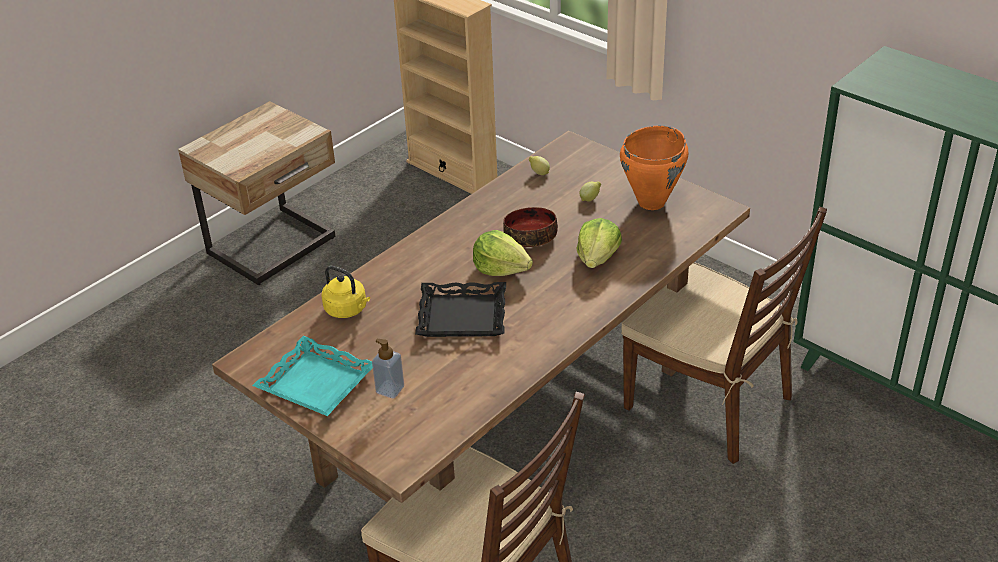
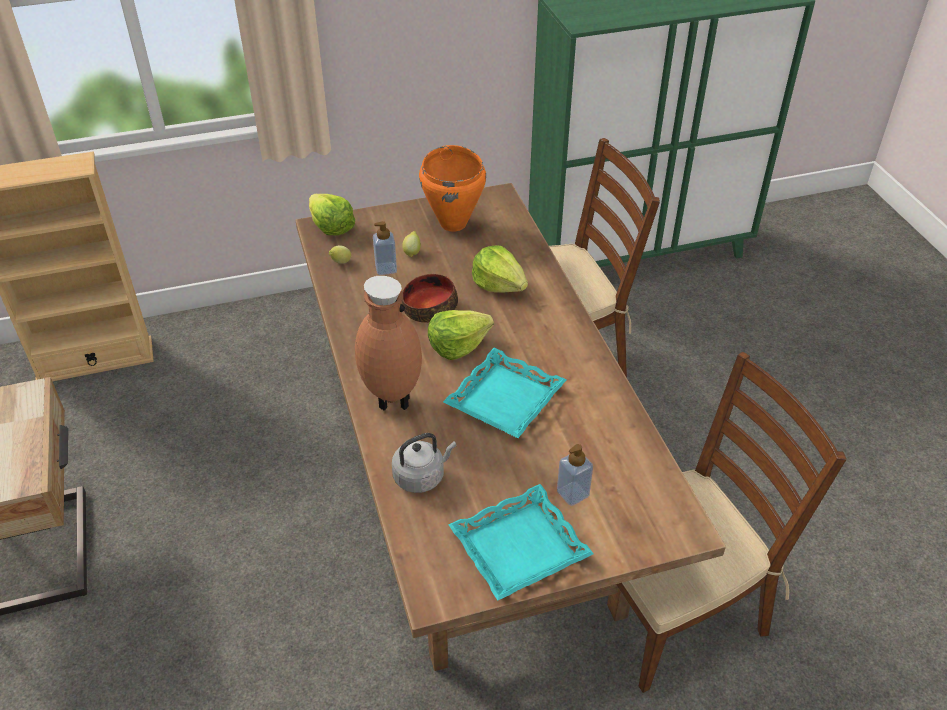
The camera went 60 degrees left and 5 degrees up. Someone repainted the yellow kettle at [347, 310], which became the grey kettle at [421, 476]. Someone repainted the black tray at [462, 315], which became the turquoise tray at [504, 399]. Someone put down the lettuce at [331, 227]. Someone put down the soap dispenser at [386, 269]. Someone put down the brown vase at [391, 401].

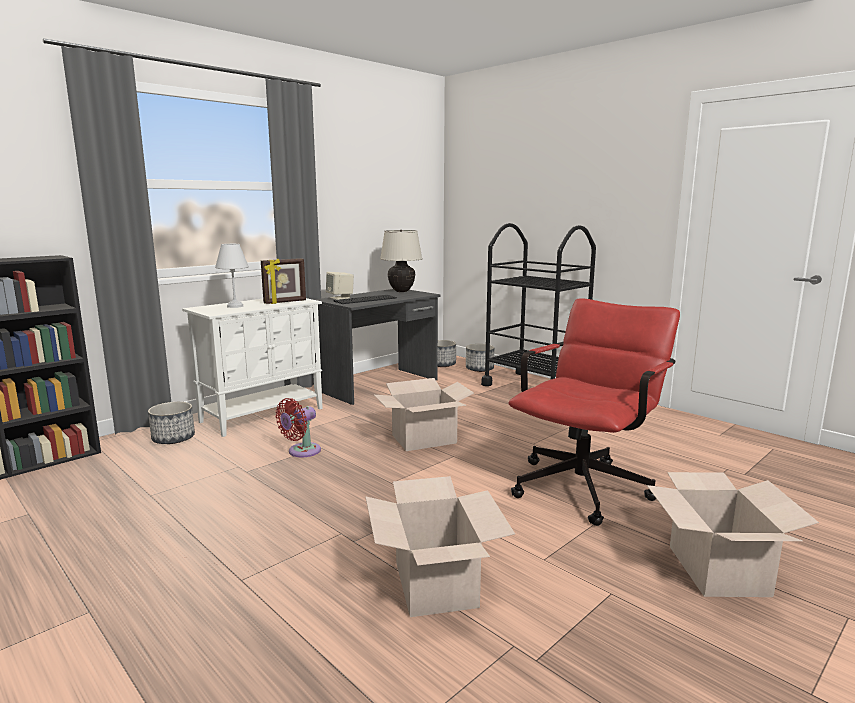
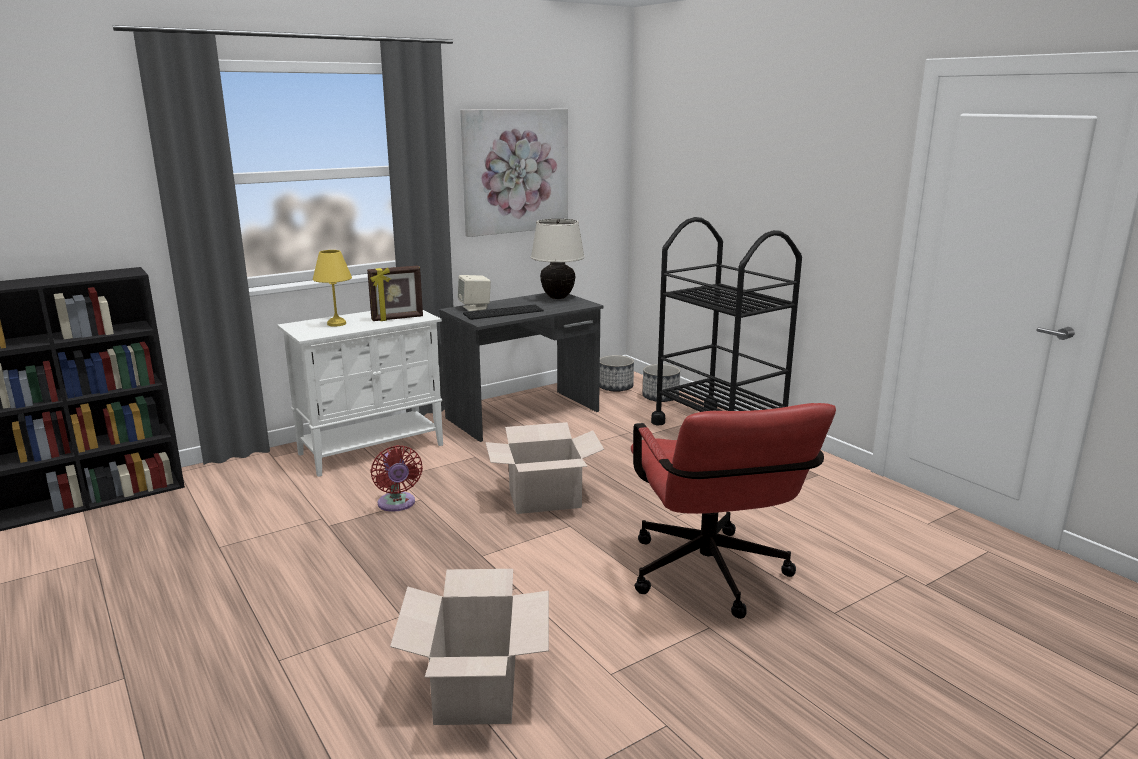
The camera went 10 degrees right and 5 degrees up. Someone repainted the white table lamp at [234, 306], which became the yellow table lamp at [336, 323]. Someone rotated the red office chair at [586, 484] by 120 degrees clockwise. Someone rotated the red fan at [301, 452] by 75 degrees counterclockwise. Someone took away the planter at [174, 439]. Someone took away the cardboard box at [719, 570]. Someone put up the picture at [515, 171].

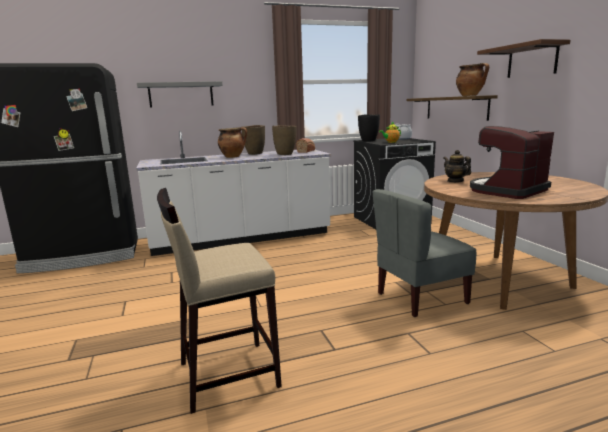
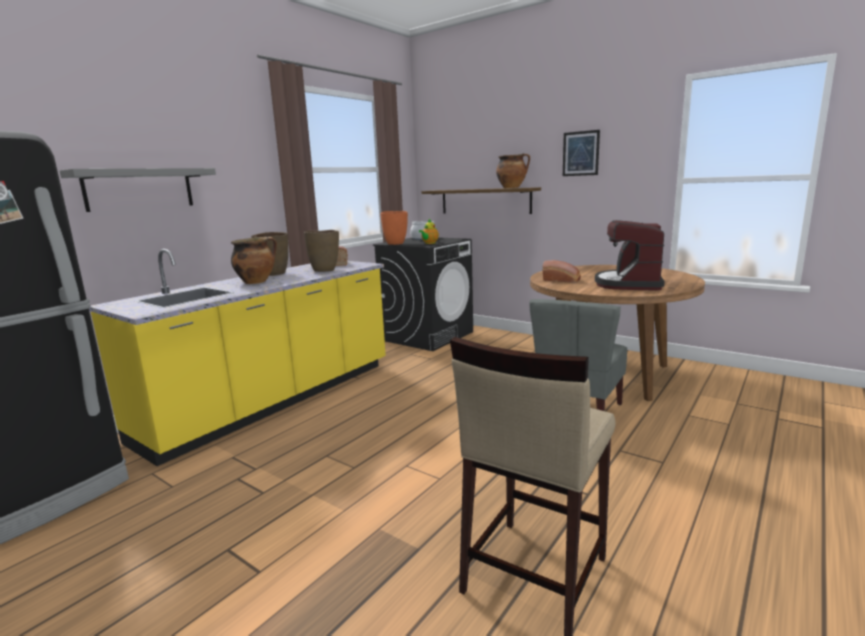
The camera went 35 degrees left and 0 degrees up. Someone swapped the brown shelf at [532, 60] for the picture at [580, 153]. Someone repainted the black vase at [368, 140], which became the orange vase at [395, 243]. Someone repainted the white counter at [241, 238], which became the yellow counter at [274, 400]. Someone swapped the teapot at [455, 181] for the bread at [562, 280].

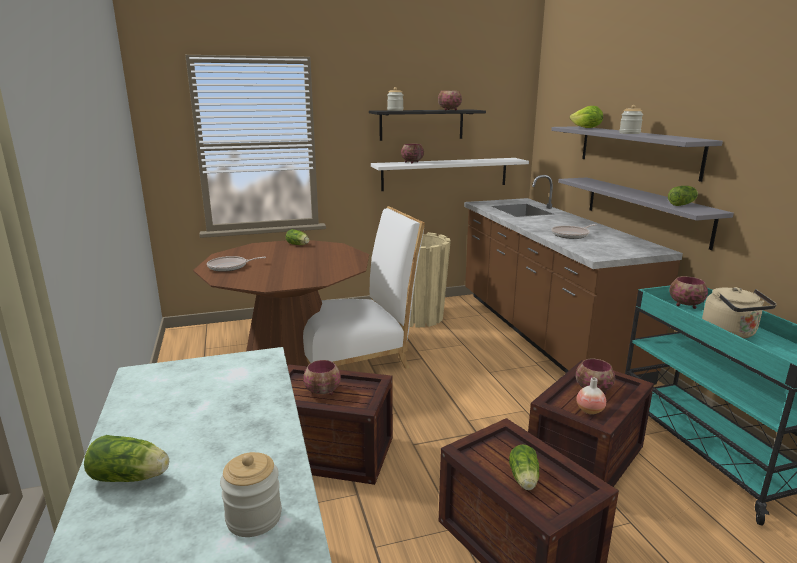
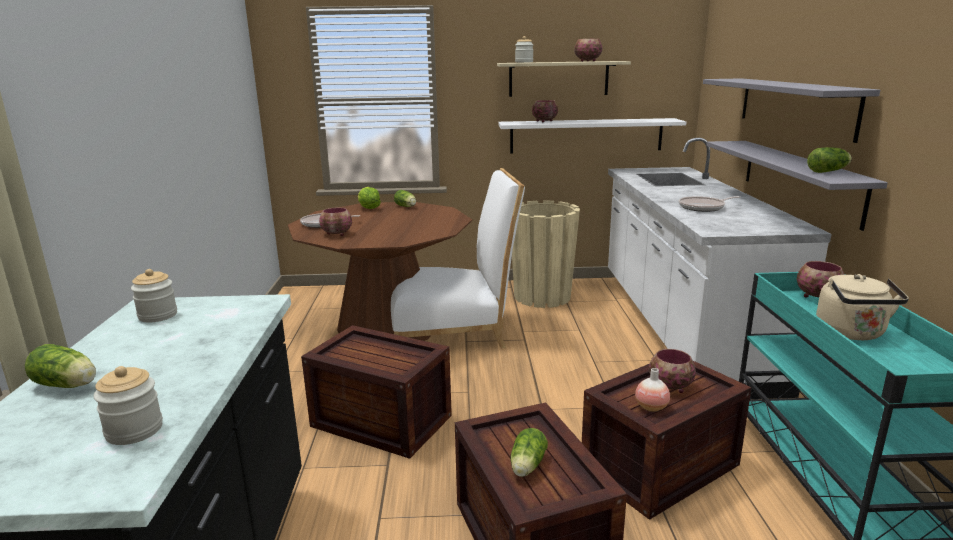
The camera went 15 degrees right and 0 degrees up. Someone carried the jar from [629, 133] to [158, 315]. Someone carried the lettuce from [586, 128] to [368, 208]. Someone repainted the black shelf at [421, 124], which became the beige shelf at [558, 79]. Someone repainted the brown counter at [542, 333], which became the white counter at [680, 326]. Someone carried the bowl from [323, 392] to [337, 234].

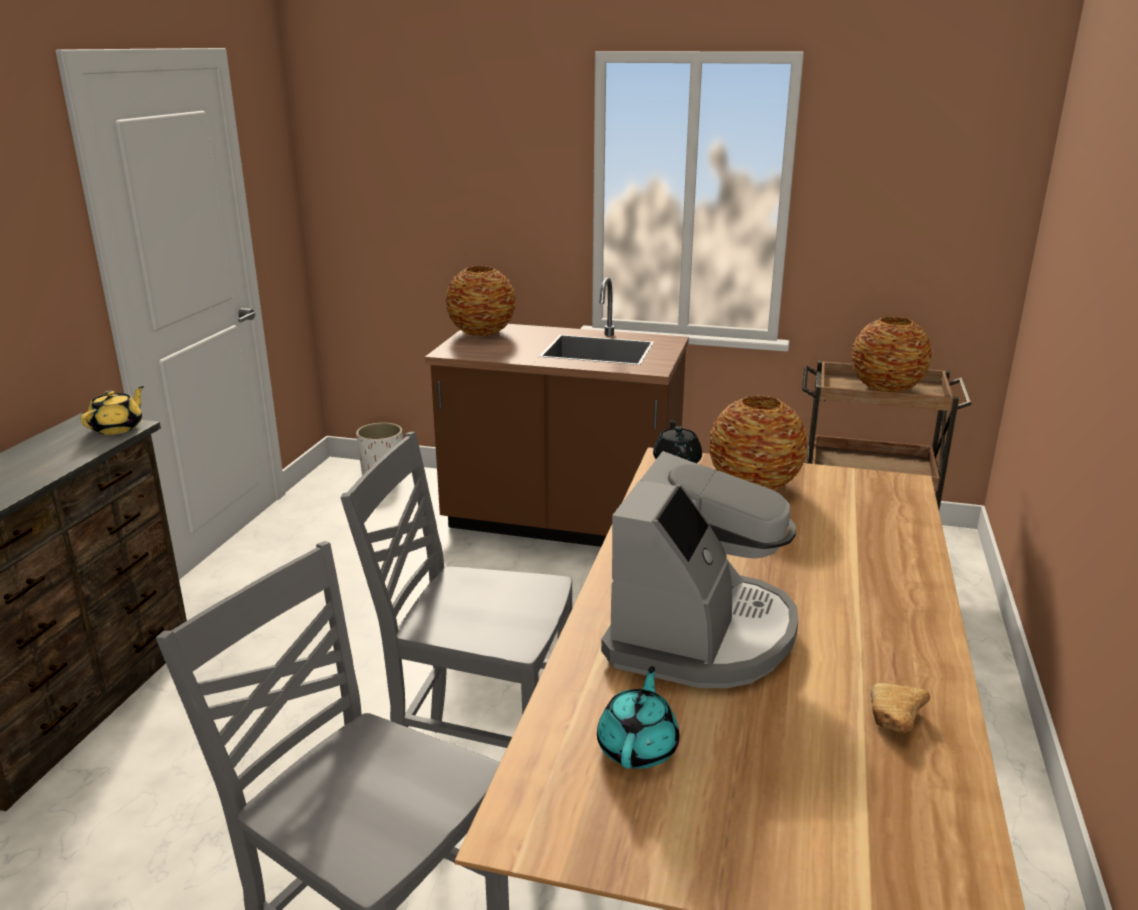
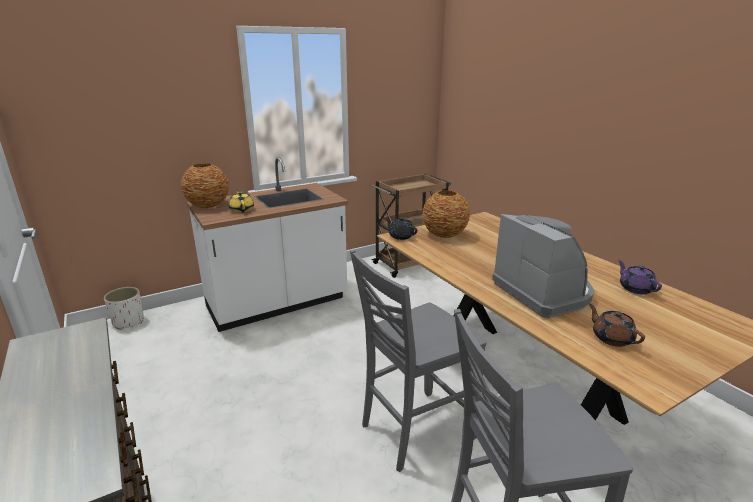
The camera went 45 degrees left and 0 degrees up. Someone repainted the brown counter at [561, 524], which became the white counter at [277, 304]. Someone took away the vase at [885, 388]. Someone carried the yellow teapot from [118, 428] to [242, 210]. Someone repainted the turquoise teapot at [638, 747], which became the brown teapot at [611, 338]. Someone swapped the bread at [894, 721] for the purple teapot at [635, 288].

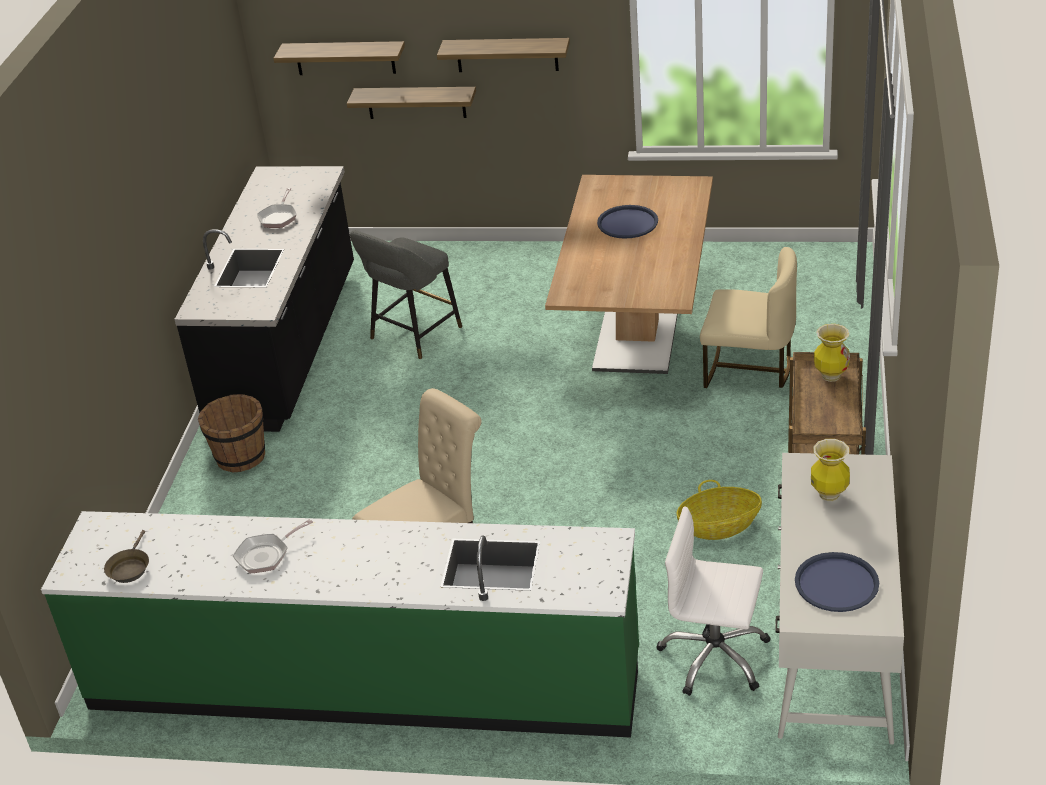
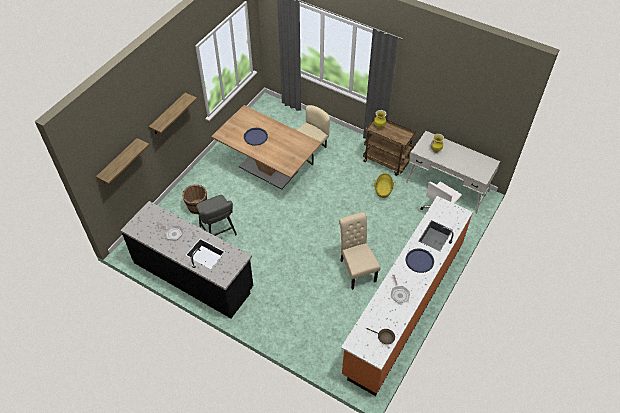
The camera went 70 degrees left and 15 degrees up. Someone took away the shelf at [416, 102]. Someone carried the brown bucket from [240, 457] to [197, 207]. Someone repainted the green counter at [363, 682], which became the orange counter at [404, 306]. Someone carried the blue tray from [836, 583] to [419, 261].

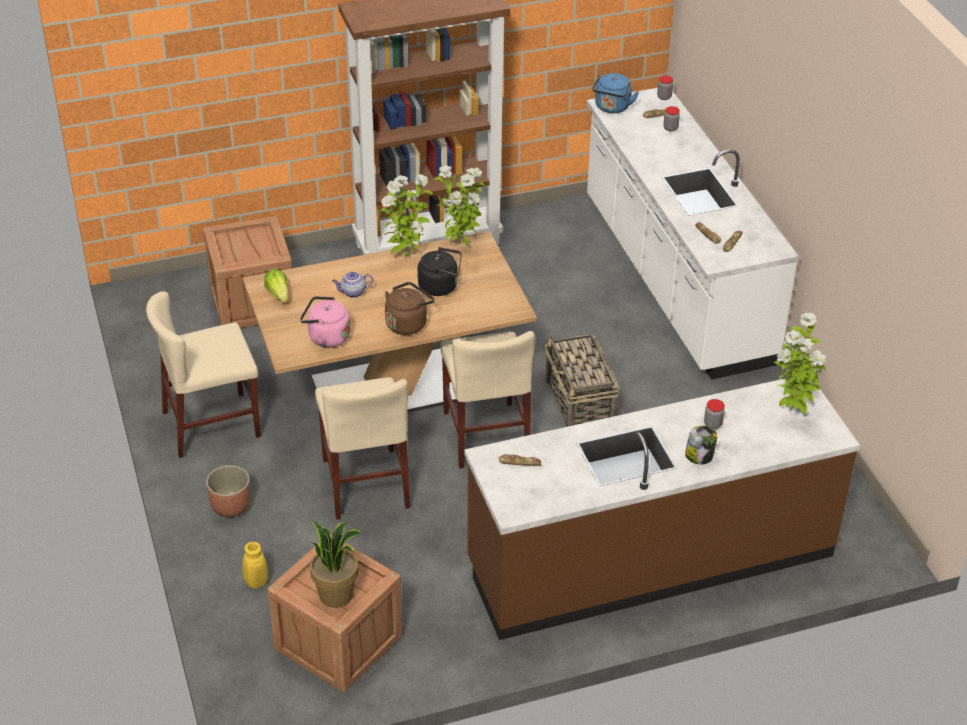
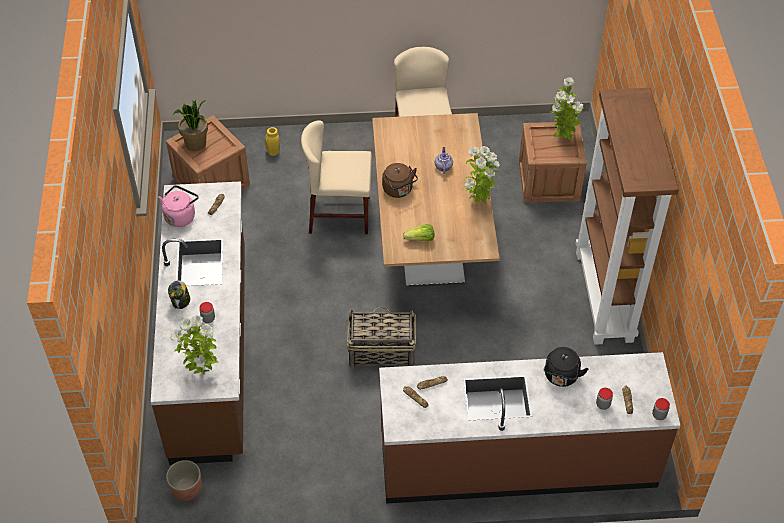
The camera went 105 degrees right and 10 degrees up. Someone took away the blue kettle at [612, 108]. Someone repainted the white counter at [674, 280], which became the brown counter at [517, 460]. Someone carried the potted plant from [461, 244] to [562, 138]. Someone carried the black kettle from [441, 286] to [561, 377]. Someone carried the lettuce from [278, 294] to [420, 239]. Someone carried the pink kettle from [326, 337] to [181, 216]. Someone took away the beige chair at [486, 434]. Someone carried the planter from [231, 506] to [187, 489].

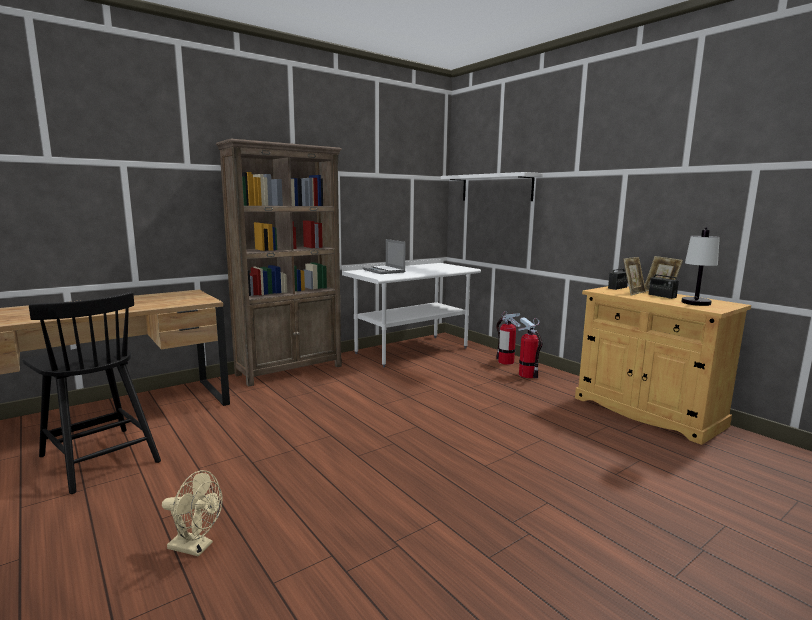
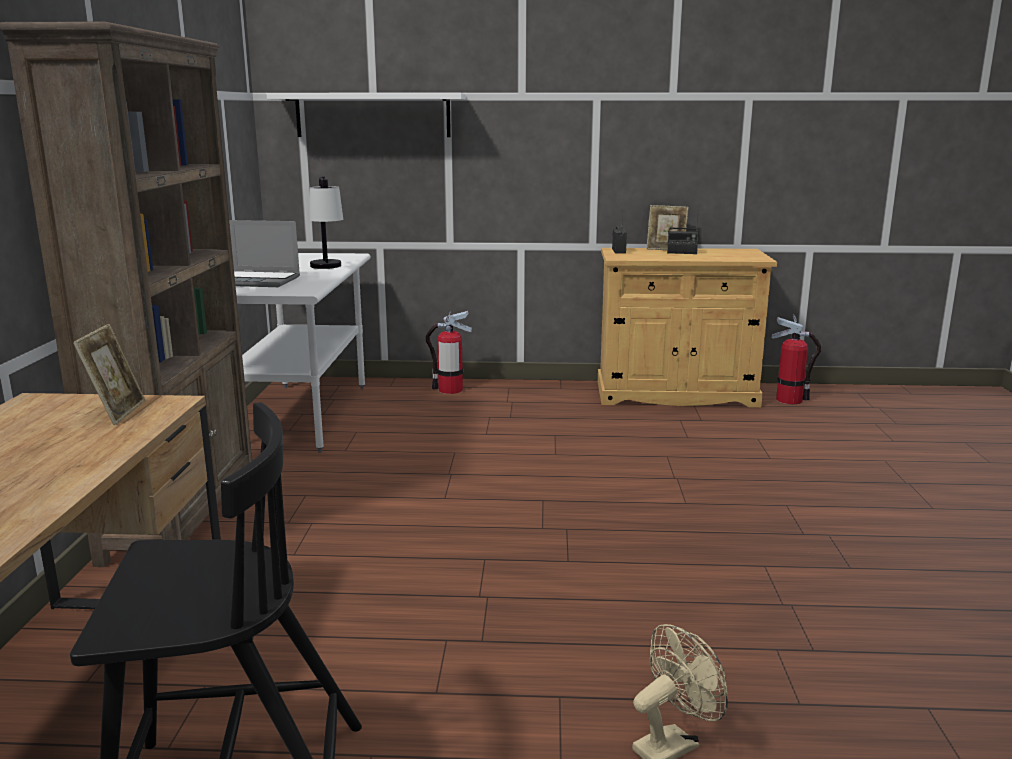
The camera went 50 degrees left and 5 degrees up. Someone carried the table lamp from [696, 305] to [328, 268]. Someone carried the picture frame from [633, 293] to [117, 412]. Someone carried the fire extinguisher from [527, 375] to [789, 400].

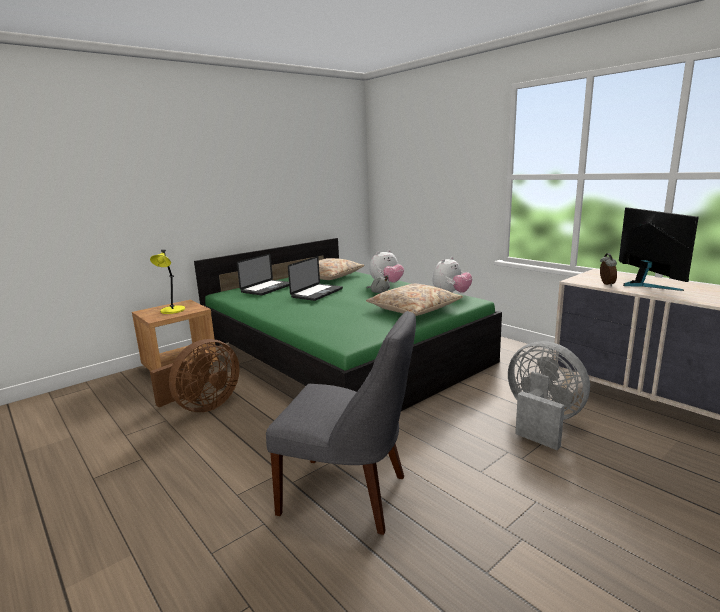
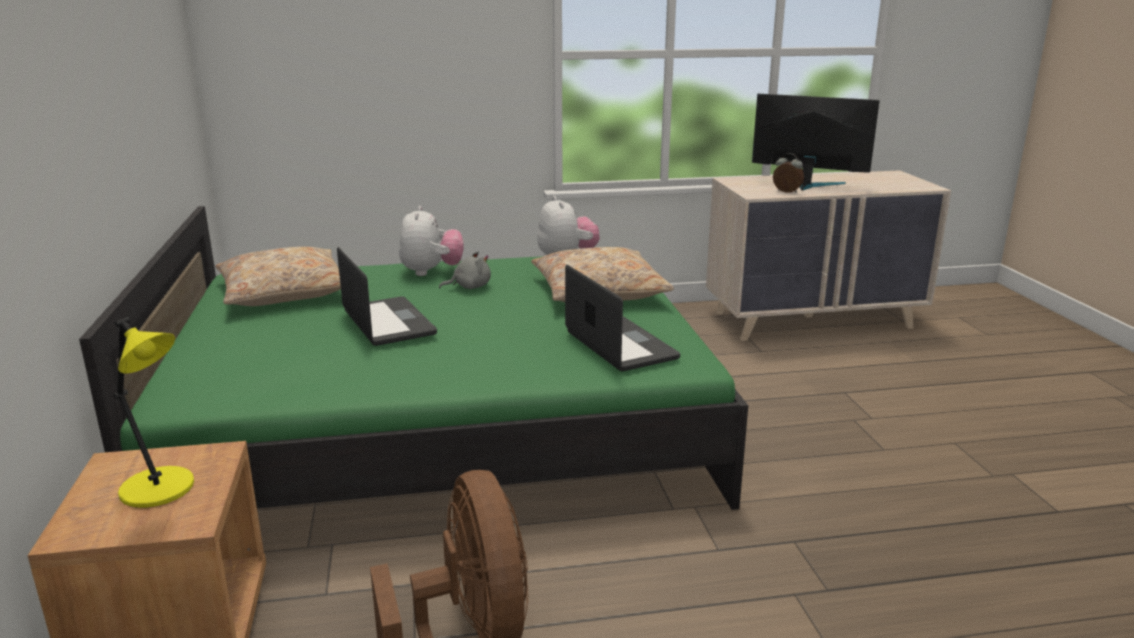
The camera went 60 degrees left and 5 degrees up. Someone carried the laptop from [267, 288] to [620, 345]. Someone took away the grey chair at [349, 495]. Someone took away the grey fan at [542, 422].

